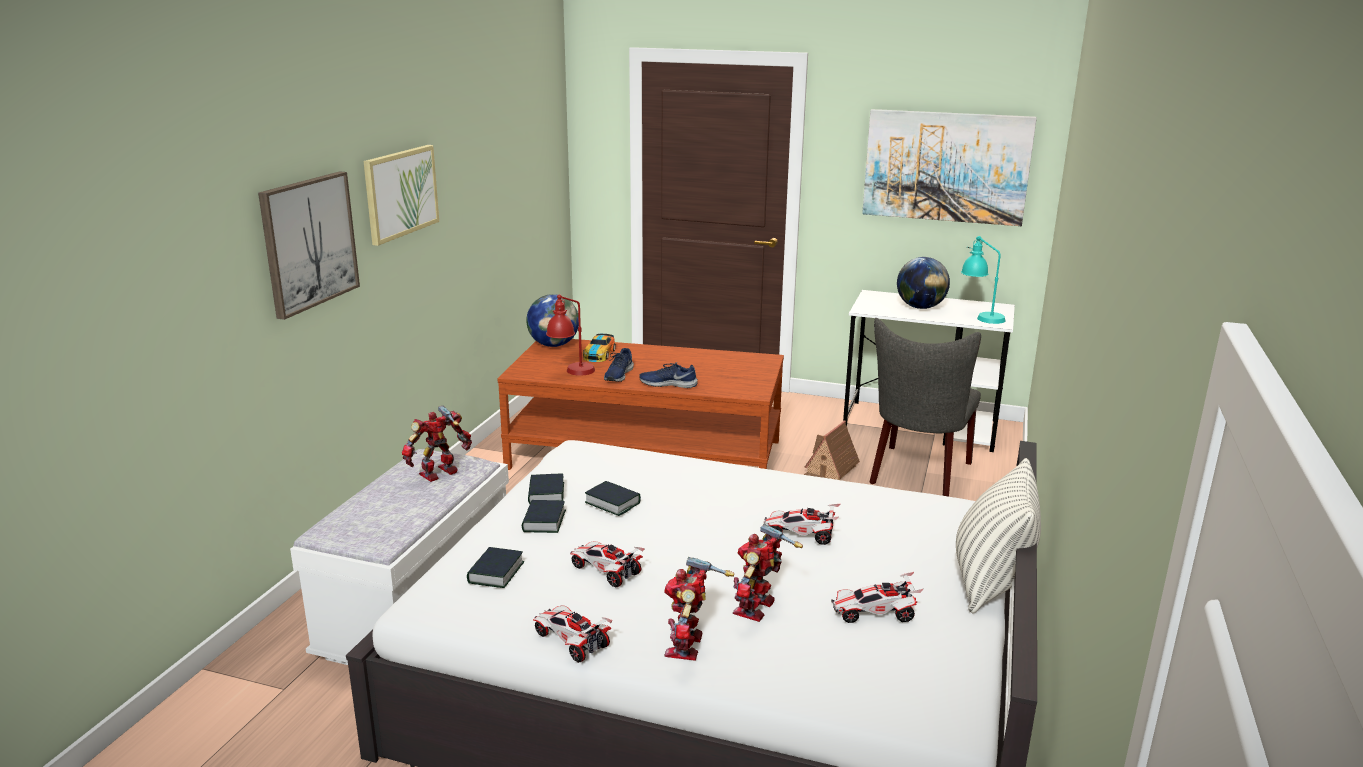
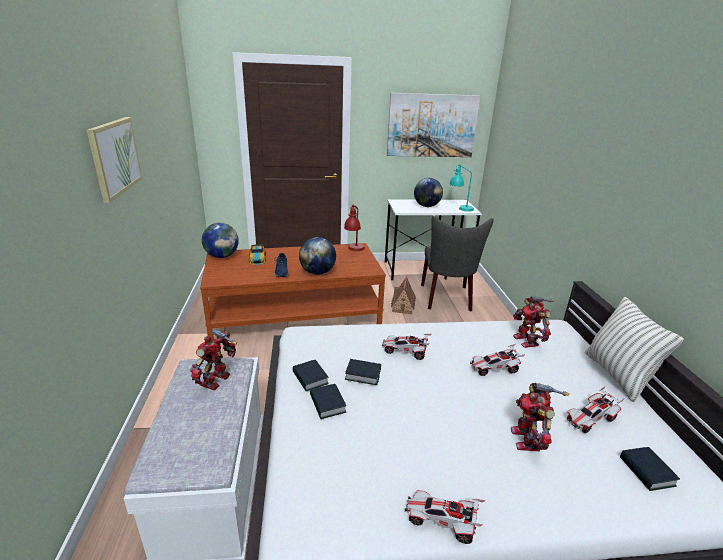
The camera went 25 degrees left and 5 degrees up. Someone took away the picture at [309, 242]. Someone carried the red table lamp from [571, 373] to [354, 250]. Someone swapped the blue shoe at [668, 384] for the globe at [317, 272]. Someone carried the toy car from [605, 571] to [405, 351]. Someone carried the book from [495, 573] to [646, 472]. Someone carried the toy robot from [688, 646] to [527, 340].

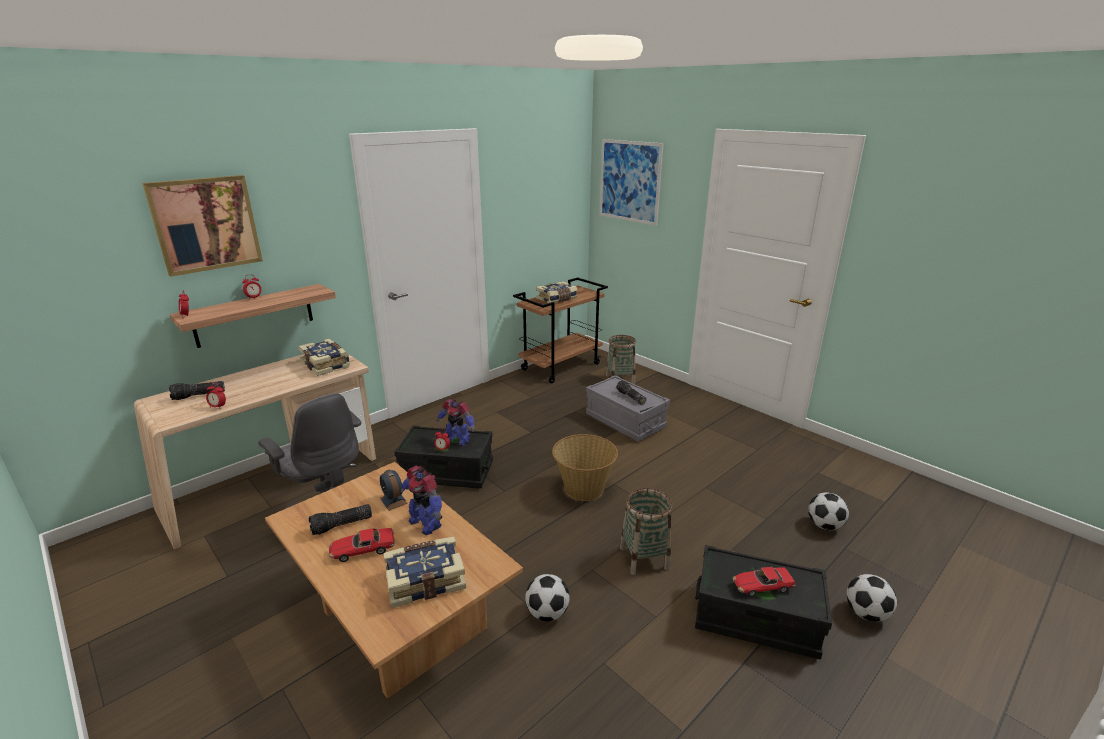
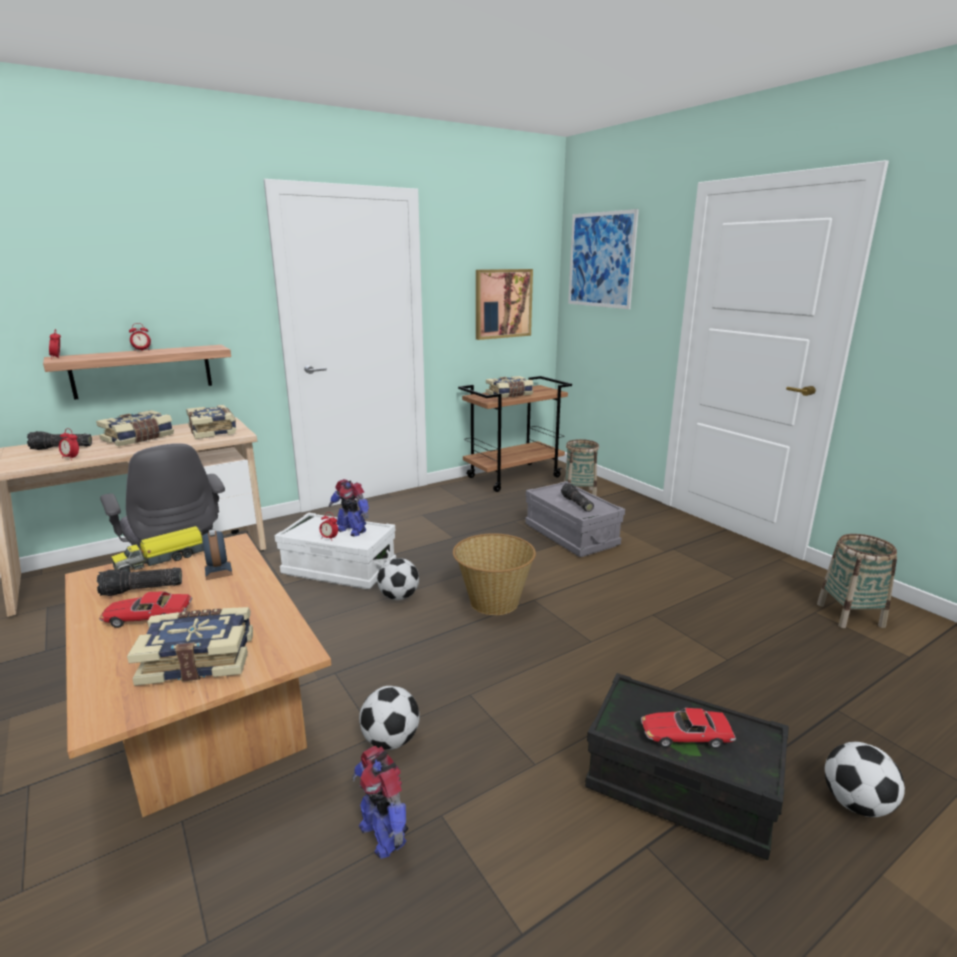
The camera went 10 degrees right and 5 degrees down. Someone carried the picture from [206, 224] to [503, 303]. Someone repainted the black storage box at [447, 472], which became the white storage box at [339, 569]. Someone carried the toy robot from [425, 523] to [383, 833]. Someone carried the basket from [644, 558] to [850, 615]. Someone carried the football from [824, 525] to [399, 597]. Someone put down the book at [139, 438]. Someone put down the toy truck at [163, 560].

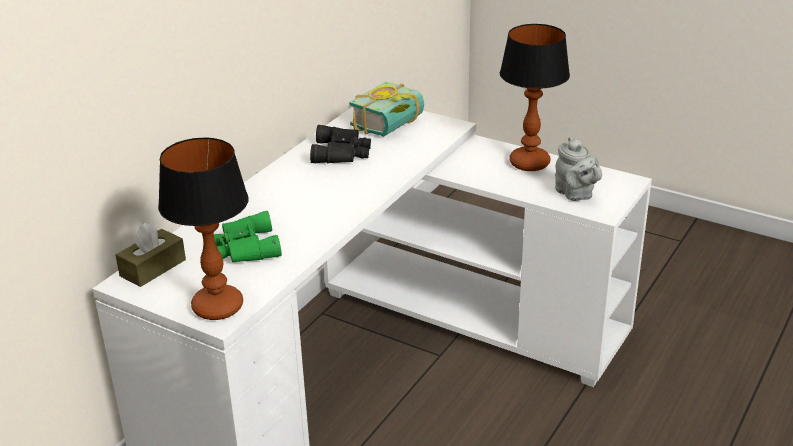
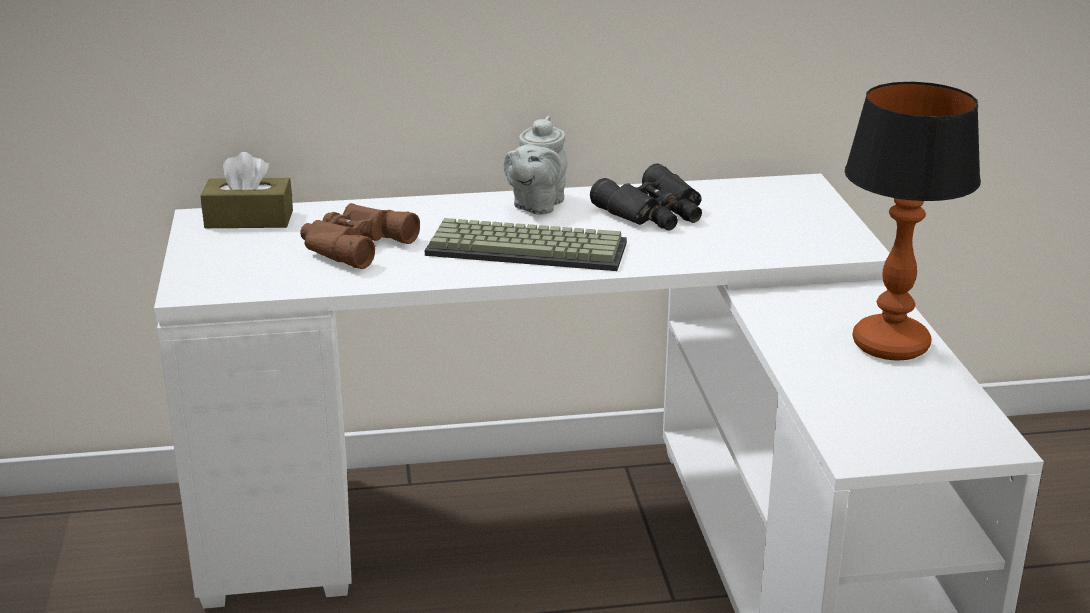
The camera went 50 degrees right and 5 degrees down. Someone took away the book at [393, 126]. Someone took away the table lamp at [217, 306]. Someone carried the grey teapot from [575, 194] to [536, 205]. Someone repainted the green binoculars at [243, 248], which became the brown binoculars at [352, 245]. Someone put down the keyboard at [529, 248].

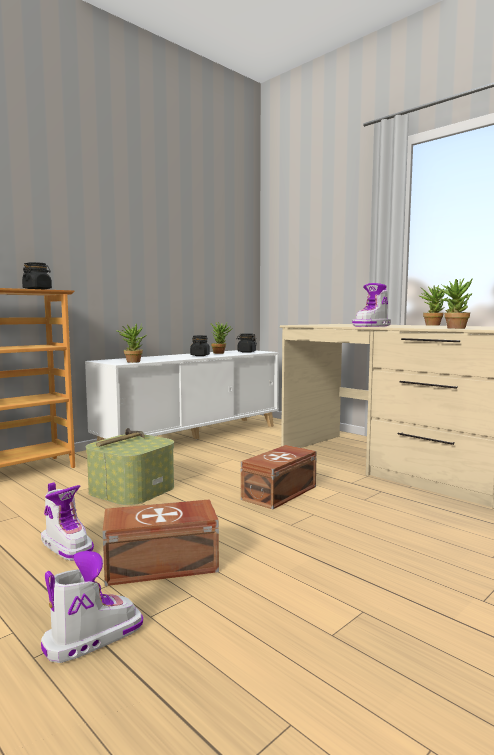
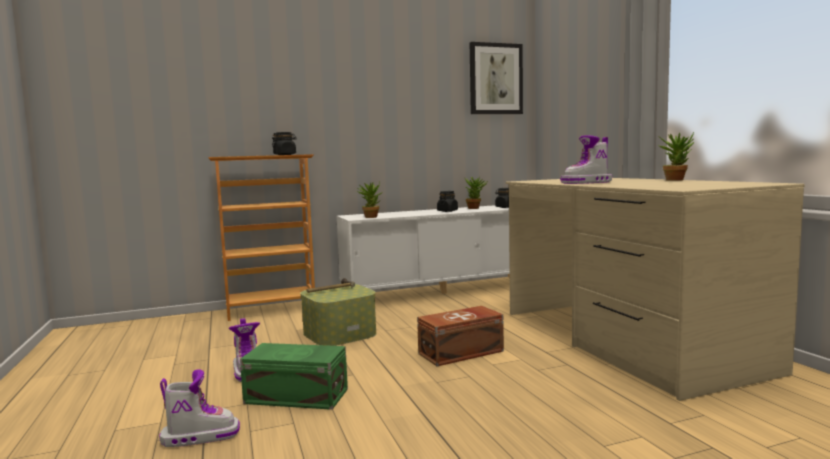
The camera went 25 degrees right and 0 degrees up. Someone took away the potted plant at [452, 328]. Someone repainted the brown storage box at [163, 565], which became the green storage box at [297, 397]. Someone put up the picture at [495, 79].

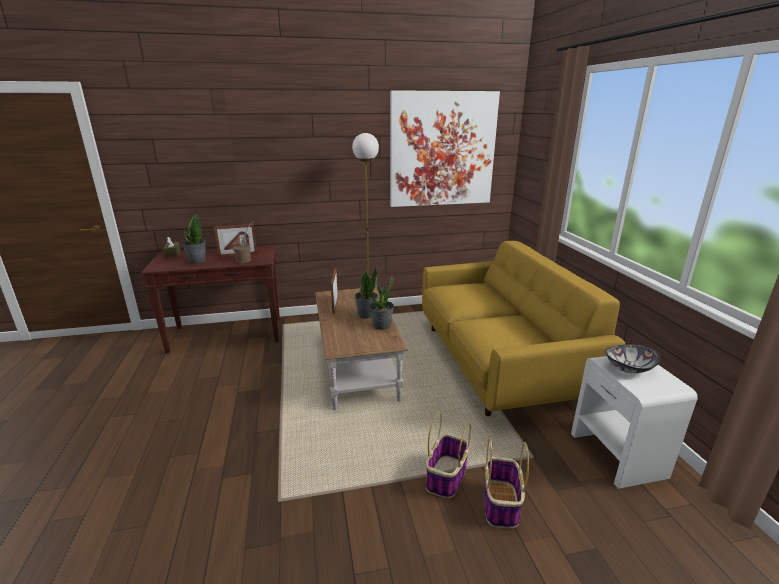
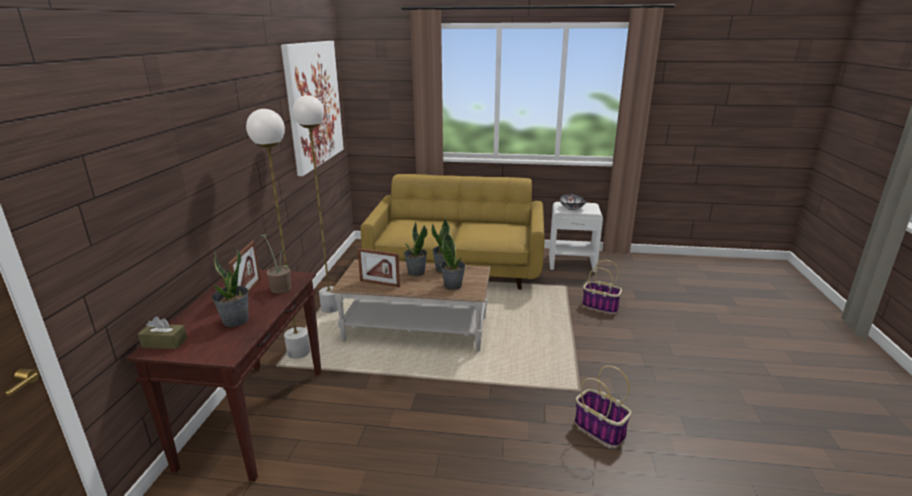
The camera went 70 degrees left and 0 degrees up. Someone carried the basket from [446, 477] to [600, 429]. Someone put down the white floor lamp at [298, 352]. Someone put down the potted plant at [453, 285].

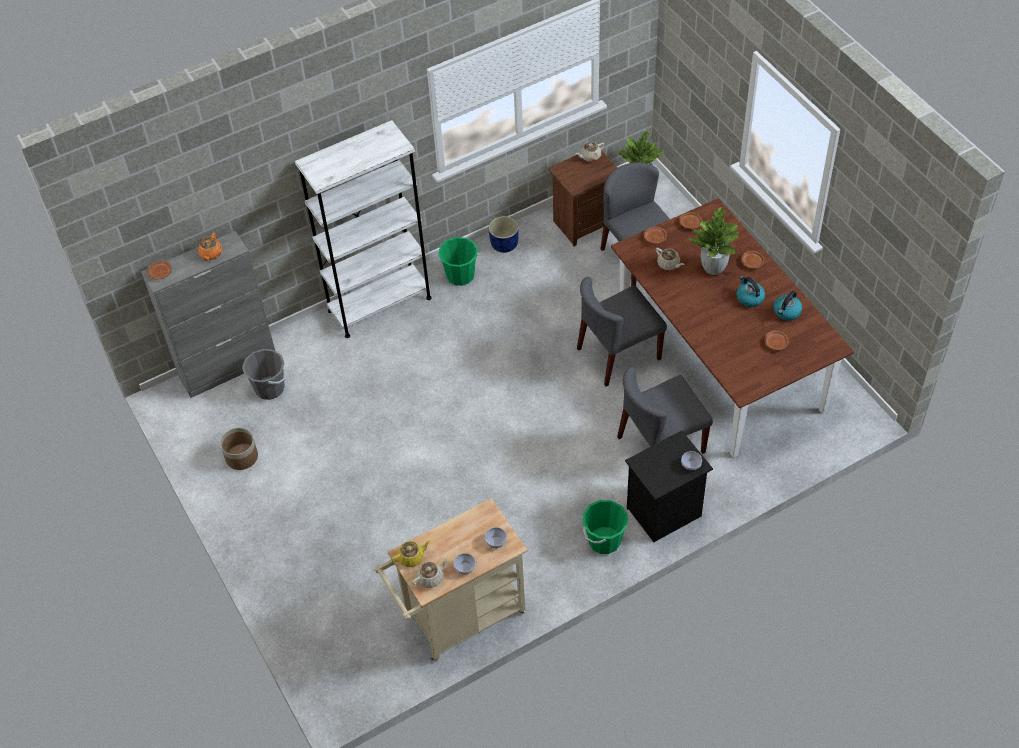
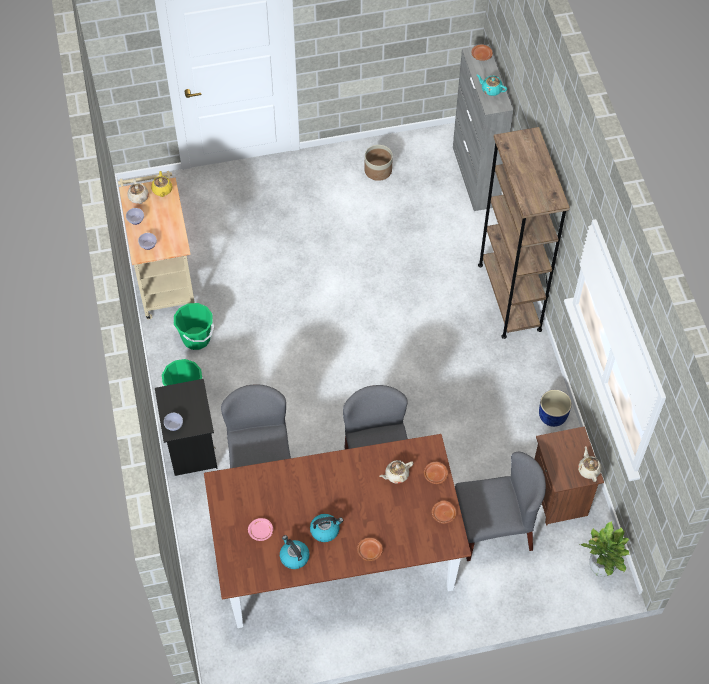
The camera went 105 degrees right and 5 degrees up. Someone repainted the white bookcase at [379, 304], which became the brown bookcase at [509, 297]. Someone took away the potted plant at [713, 268]. Someone repainted the orange teapot at [211, 254], which became the turquoise teapot at [491, 90]. Someone carried the green bucket from [460, 275] to [196, 338]. Someone repainted the brown plate at [775, 343], which became the pink plate at [261, 531]. Someone took away the grey bucket at [269, 388].

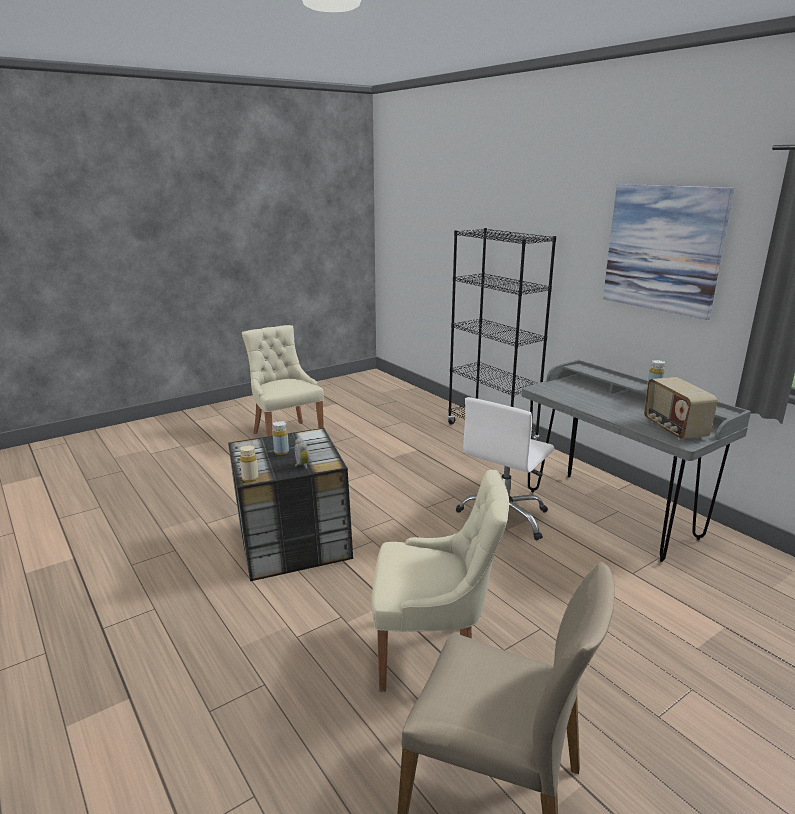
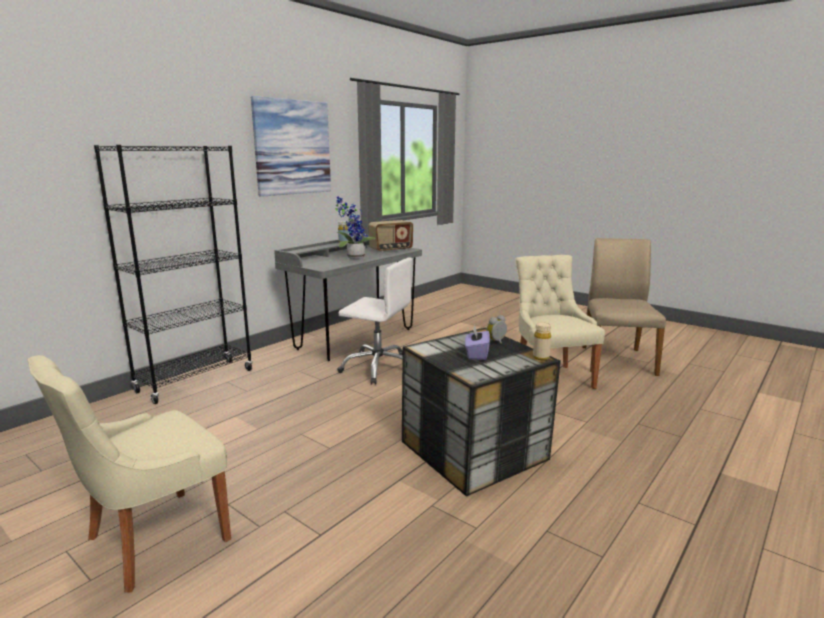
The camera went 105 degrees left and 5 degrees down. Someone swapped the yellow bottle at [281, 452] for the purple tissue box at [476, 354]. Someone put down the potted plant at [353, 257].

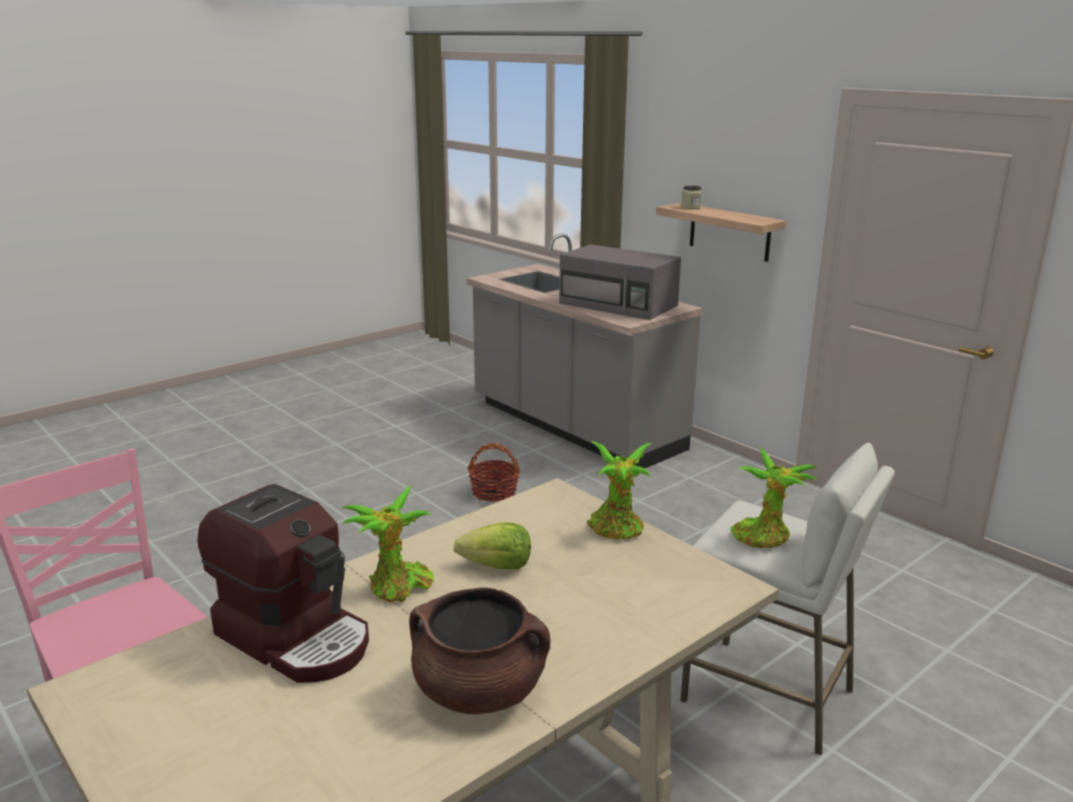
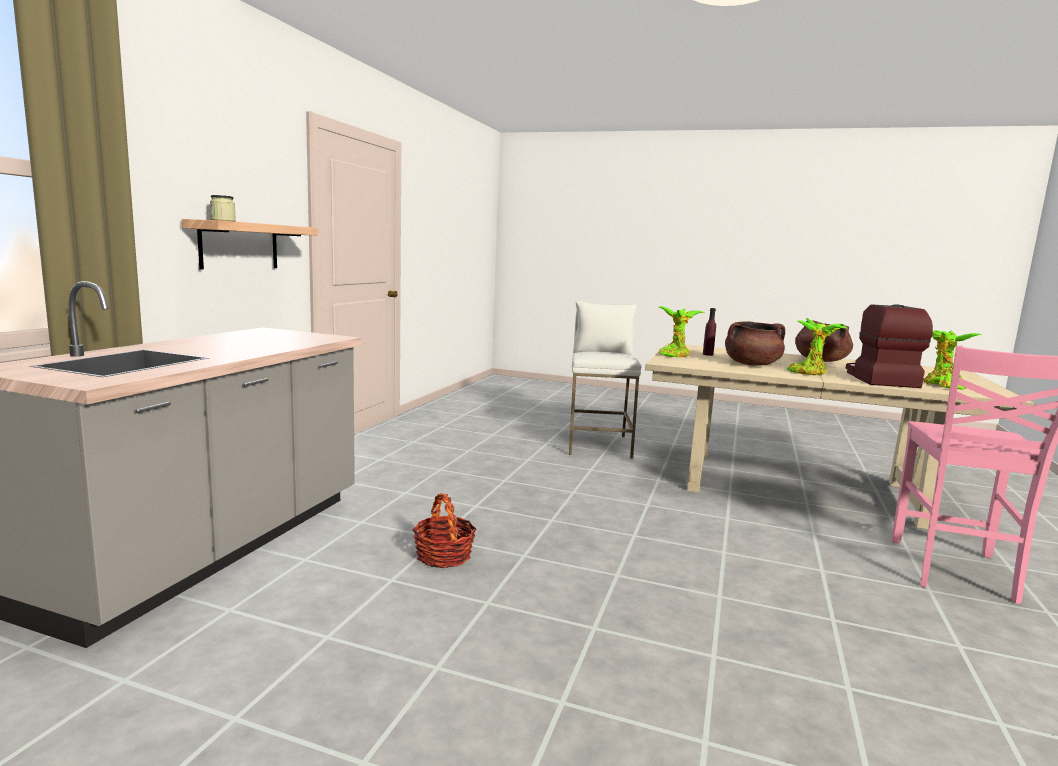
The camera went 120 degrees left and 10 degrees down. Someone took away the grey microwave at [619, 305]. Someone carried the potted plant from [764, 537] to [942, 385]. Someone swapped the lettuce at [497, 566] for the brown cooking pot at [752, 364]. Someone put down the purple bottle at [707, 354].

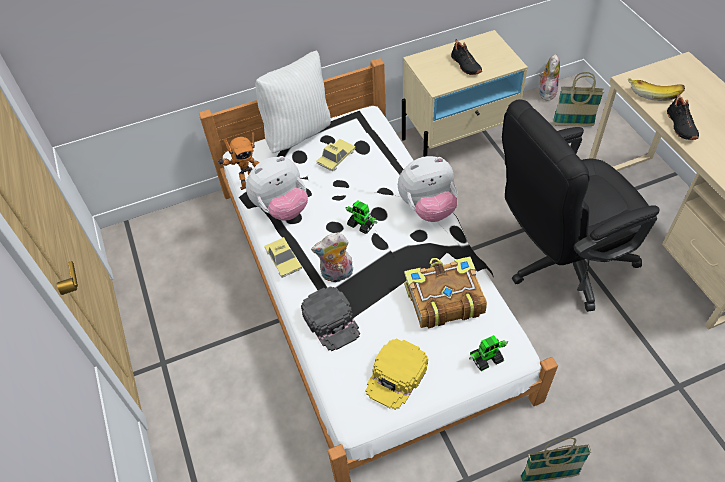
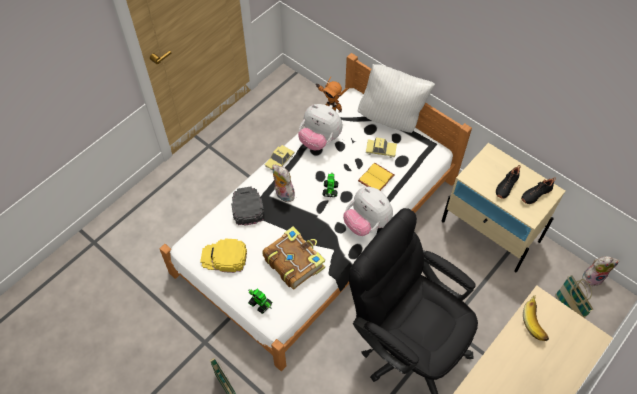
The camera went 60 degrees right and 5 degrees up. Someone carried the black shoe from [680, 126] to [535, 193]. Someone rotated the black cap at [331, 321] by 135 degrees clockwise. Someone put down the yellow book at [376, 179].

